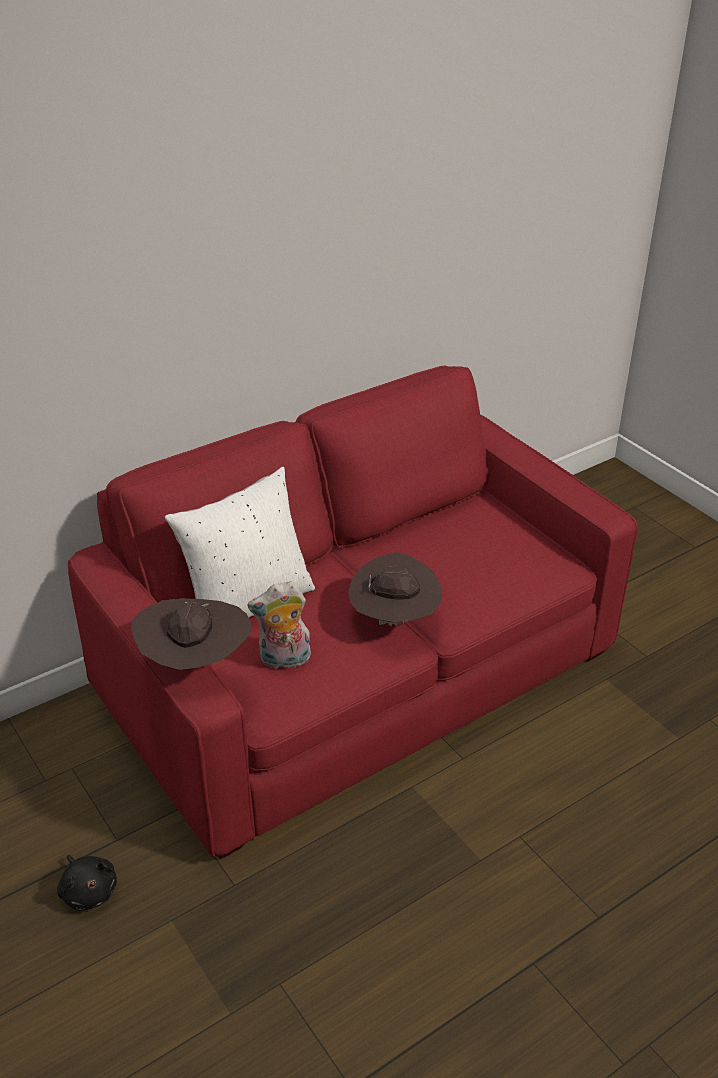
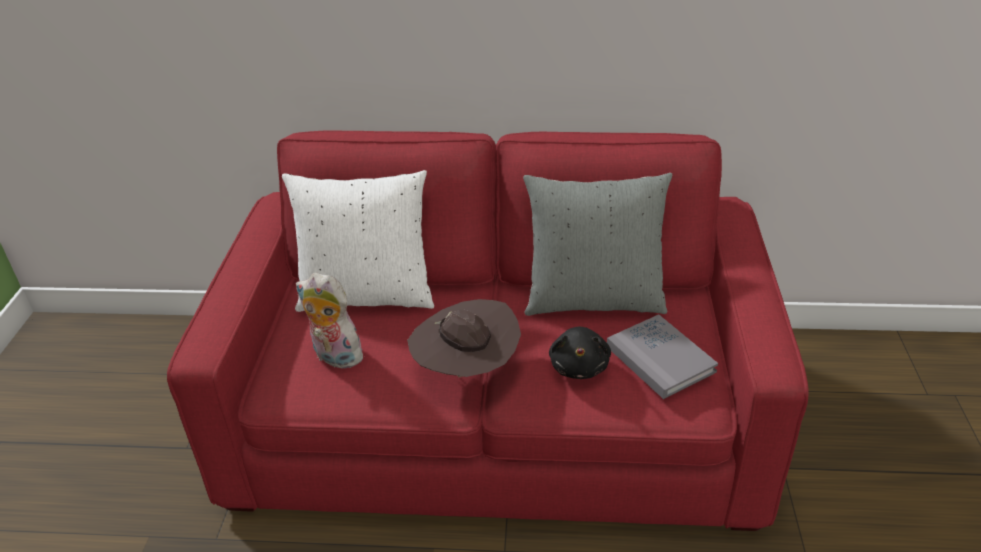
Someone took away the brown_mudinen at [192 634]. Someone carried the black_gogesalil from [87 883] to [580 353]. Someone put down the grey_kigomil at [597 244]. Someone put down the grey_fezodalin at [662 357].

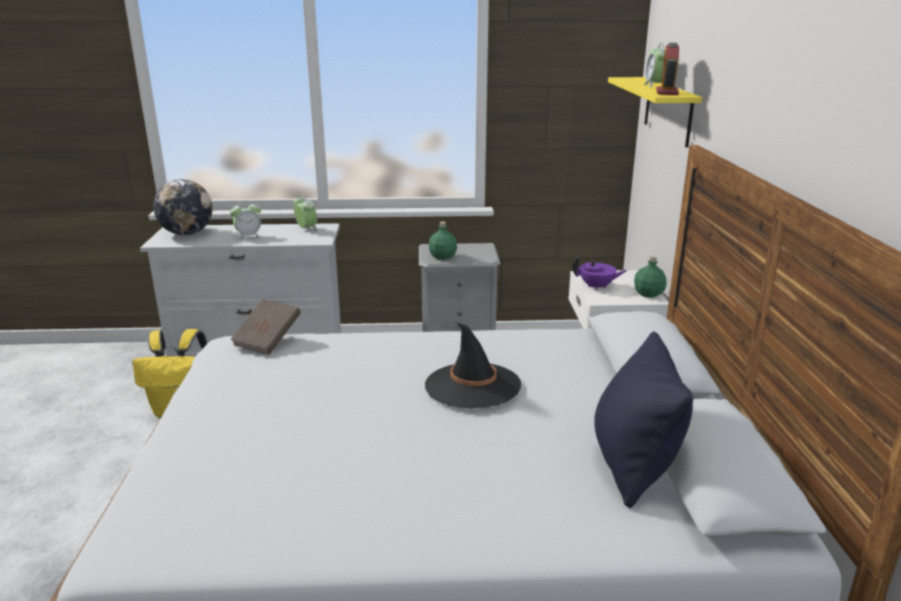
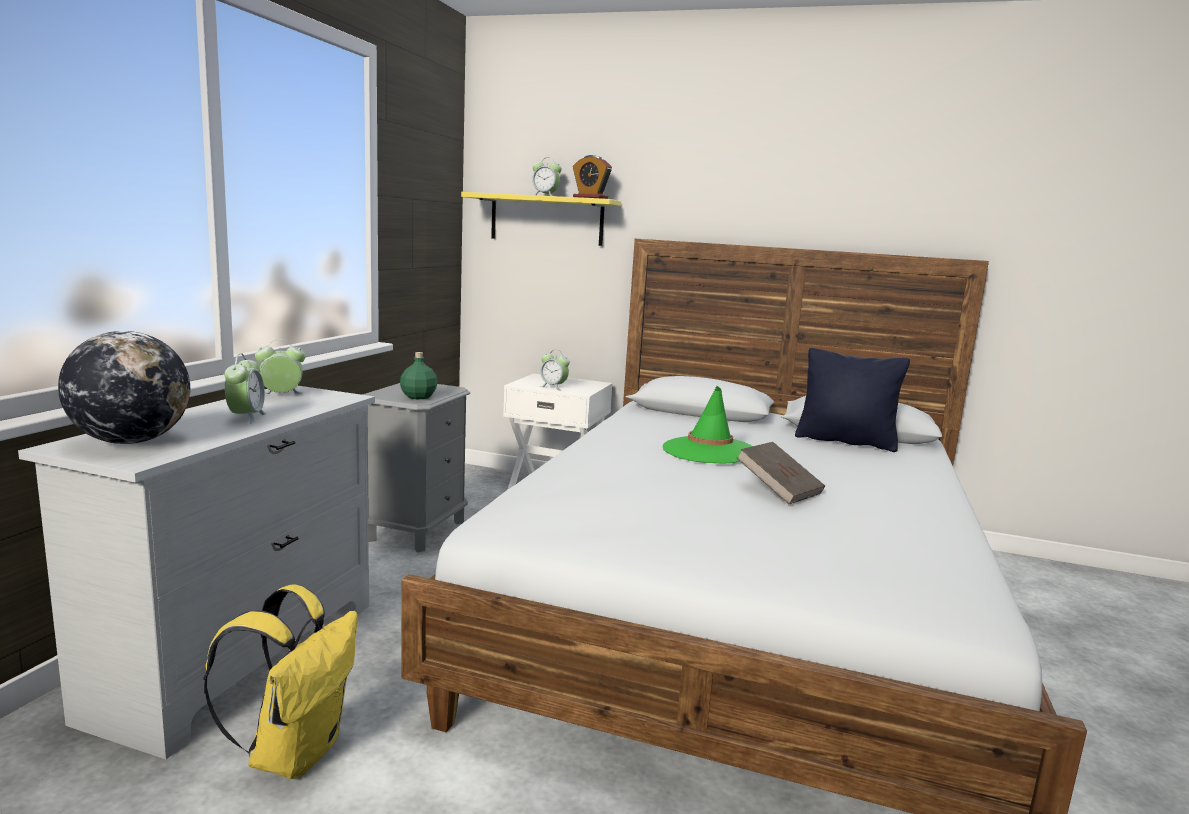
Someone swapped the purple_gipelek at [599 273] for the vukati at [554 370]. Someone took away the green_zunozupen at [650 277]. Someone carried the brown_fezodalin from [265 327] to [780 473]. Someone repainted the black_mudinen at [473 365], which became the green_mudinen at [707 425].

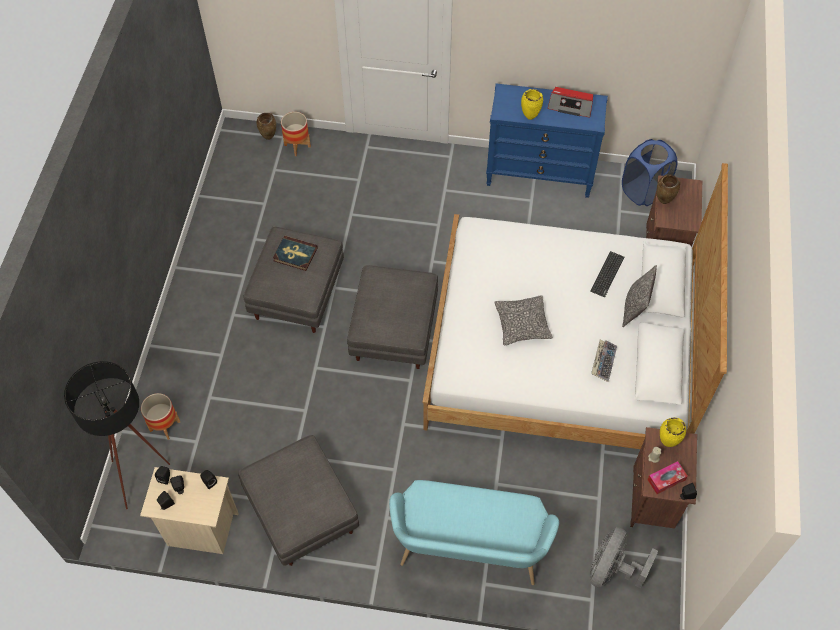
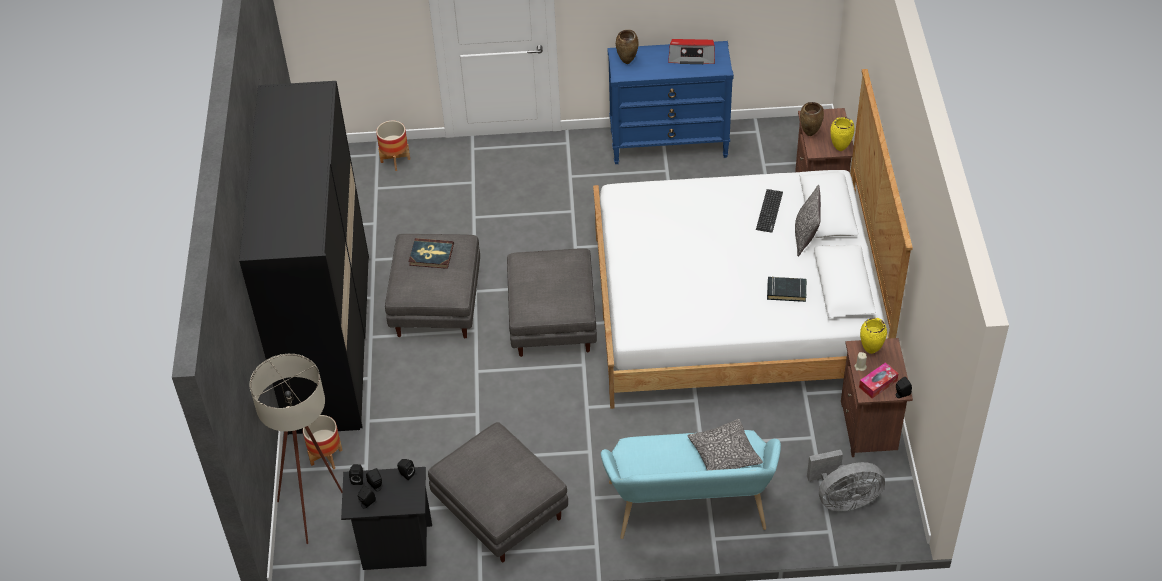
Someone carried the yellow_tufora from [532 104] to [842 134]. Someone carried the brown_tufora from [266 126] to [627 47]. Someone took away the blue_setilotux at [649 172]. Someone carried the kigomil from [523 320] to [725 444]. Someone swapped the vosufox at [604 361] for the black_fezodalin at [787 289]. Someone repainted the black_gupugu at [117 435], which became the beige_gupugu at [296 449]. Someone repainted the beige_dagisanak at [189 510], which became the black_dagisanak at [386 518]. Someone rotated the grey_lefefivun at [624 557] by 120 degrees counterclockwise. Someone put down the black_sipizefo at [304 258].

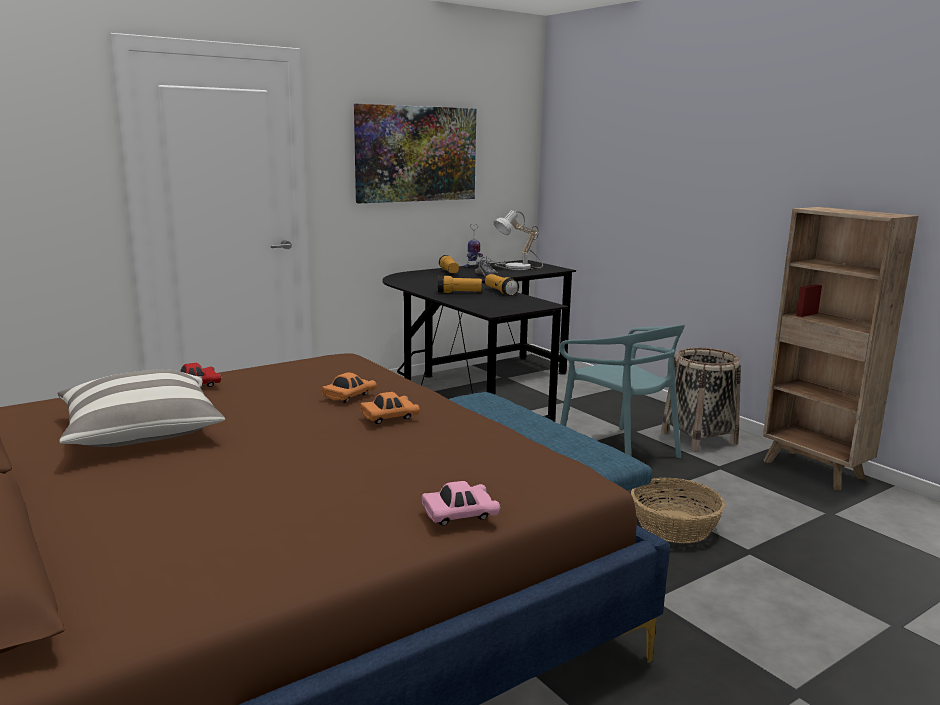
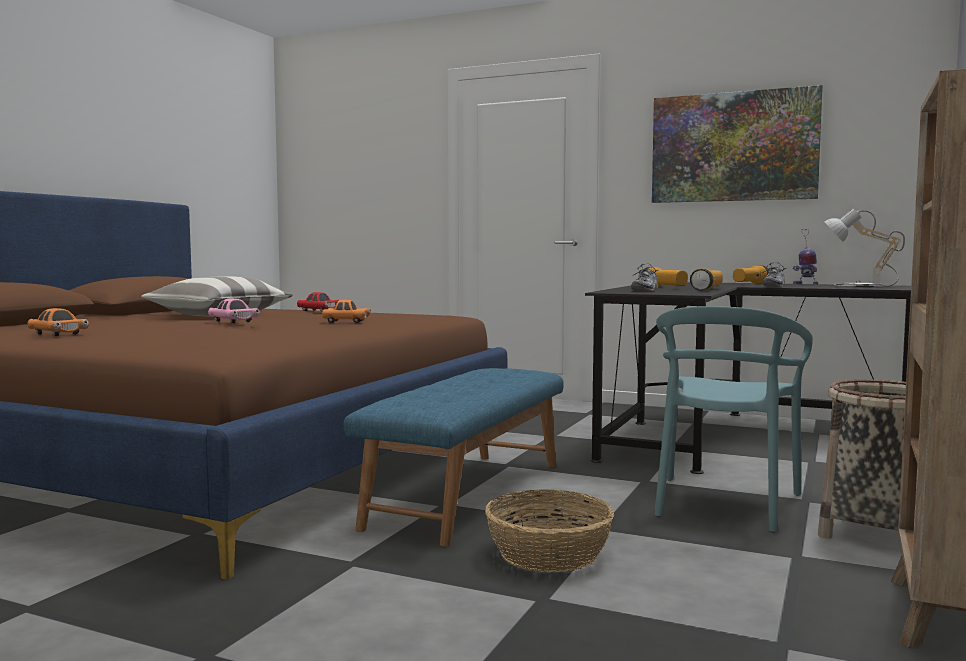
Someone carried the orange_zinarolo from [390 408] to [58 322]. Someone carried the pink_zinarolo from [461 503] to [234 310]. Someone put down the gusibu at [645 277].

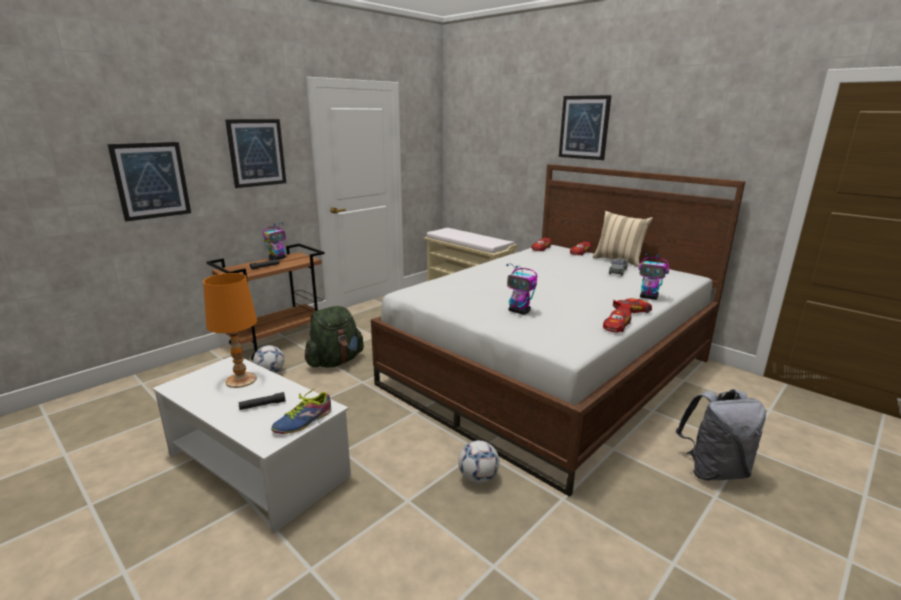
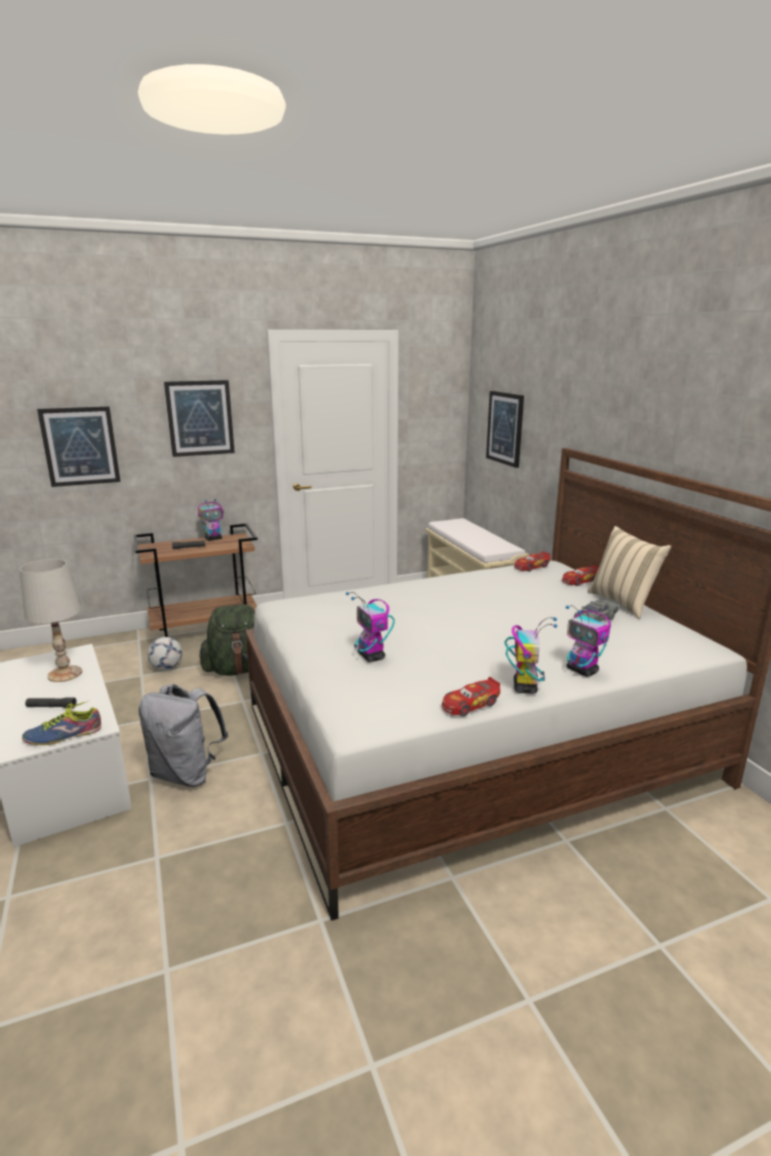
Someone carried the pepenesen from [585 127] to [505 429]. Someone repainted the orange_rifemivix at [230 330], which became the white_rifemivix at [51 620]. Someone swapped the zinarolo at [632 306] for the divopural at [531 655]. Someone carried the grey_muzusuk from [721 435] to [183 735]. Someone took away the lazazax at [478 461].

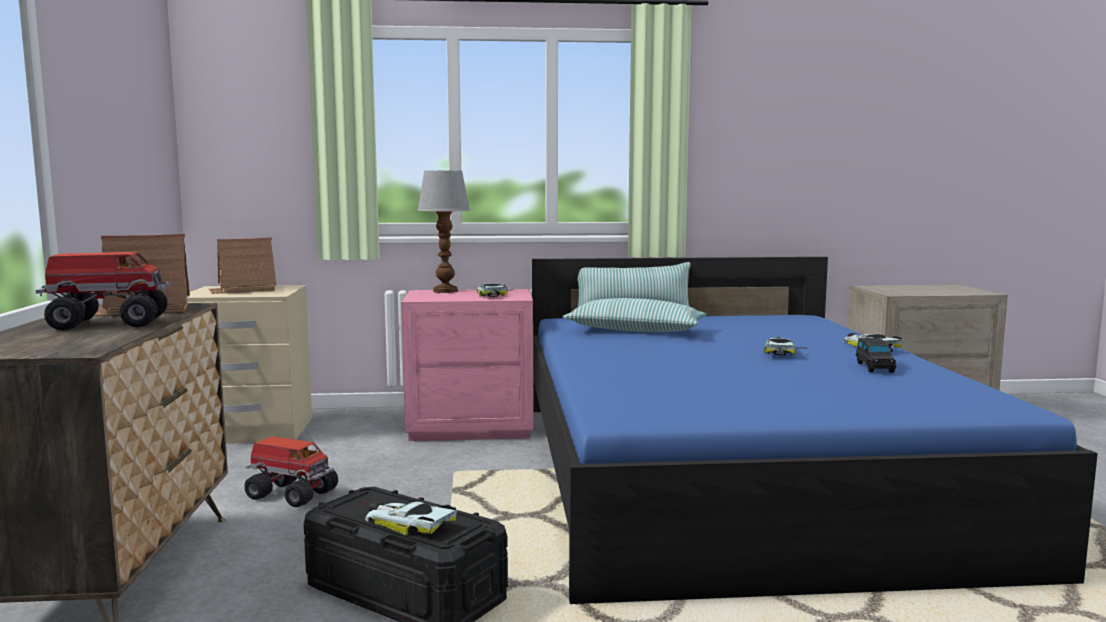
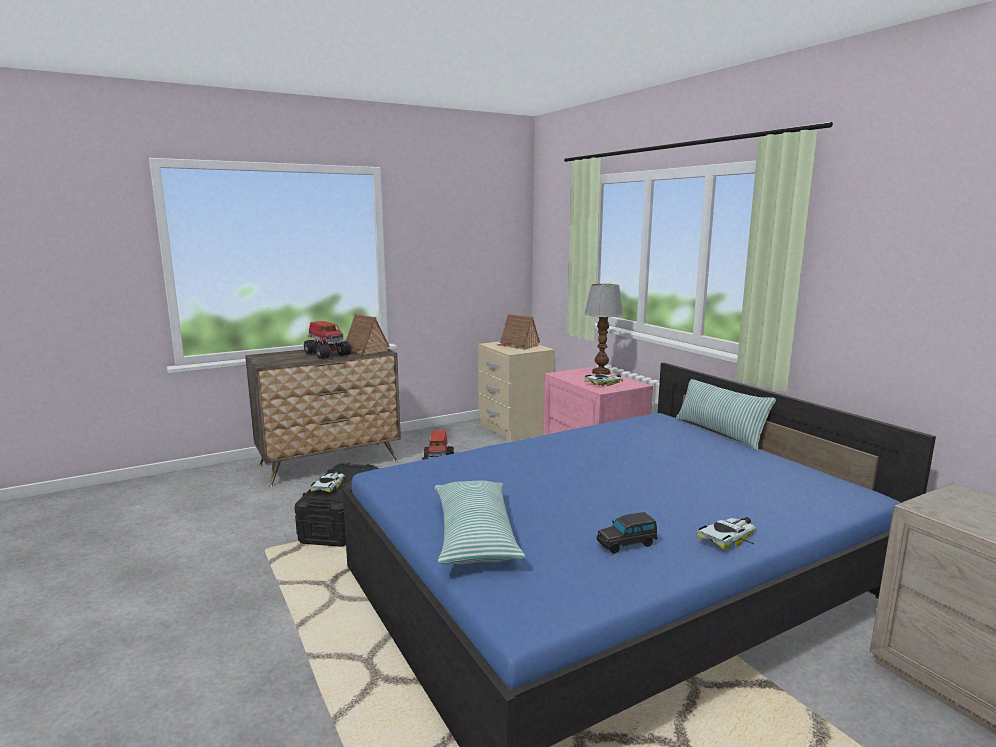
Someone carried the kigomil from [635 315] to [479 522]. Someone took away the zinarolo at [786 346].

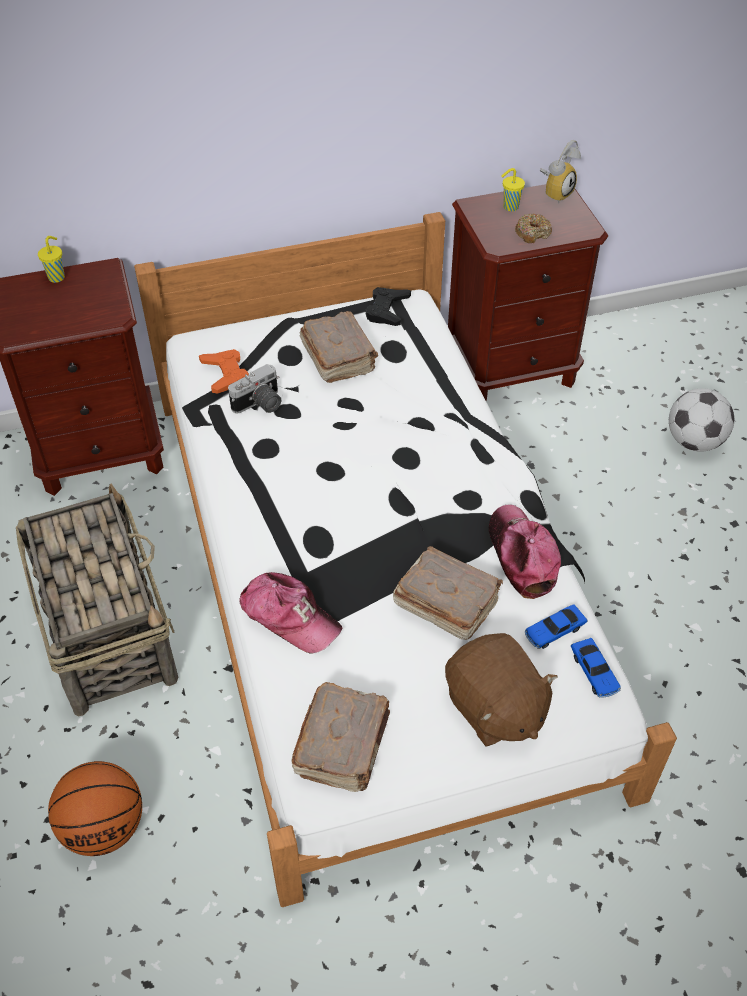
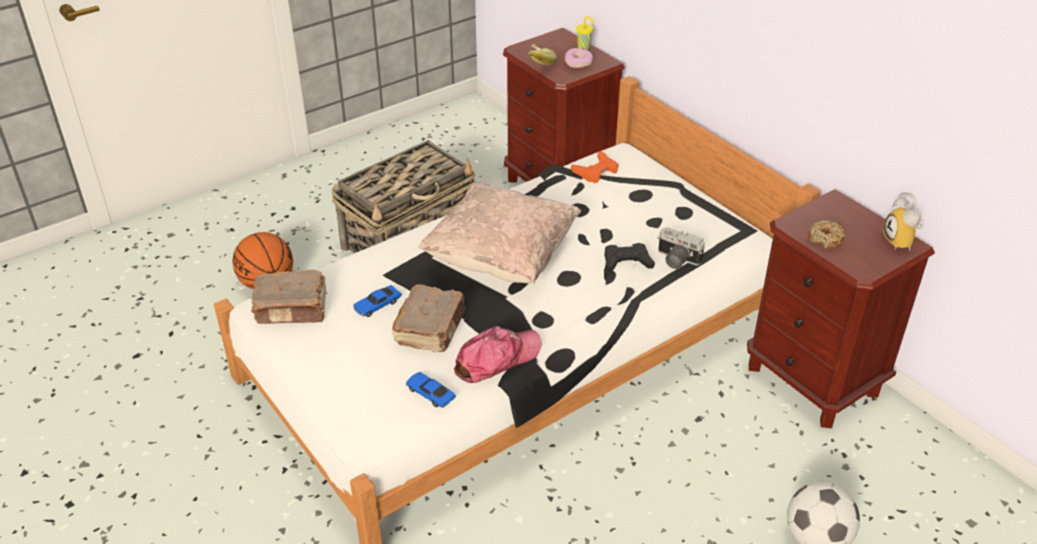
Someone rotated the vukati at [560 171] by 60 degrees clockwise. Someone took away the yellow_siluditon at [513 189]. Someone carried the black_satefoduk from [388 306] to [629 257]. Someone took away the brown_fezodalin at [338 347]. Someone carried the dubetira from [254 388] to [681 248]. Someone took away the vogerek at [290 613]. Someone took away the brown_gogesalil at [501 690]. Someone carried the zinarolo from [596 668] to [377 301]. Someone put down the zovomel at [542 54]. Someone put down the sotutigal at [578 58]. Someone put down the beige_kigomil at [499 233].

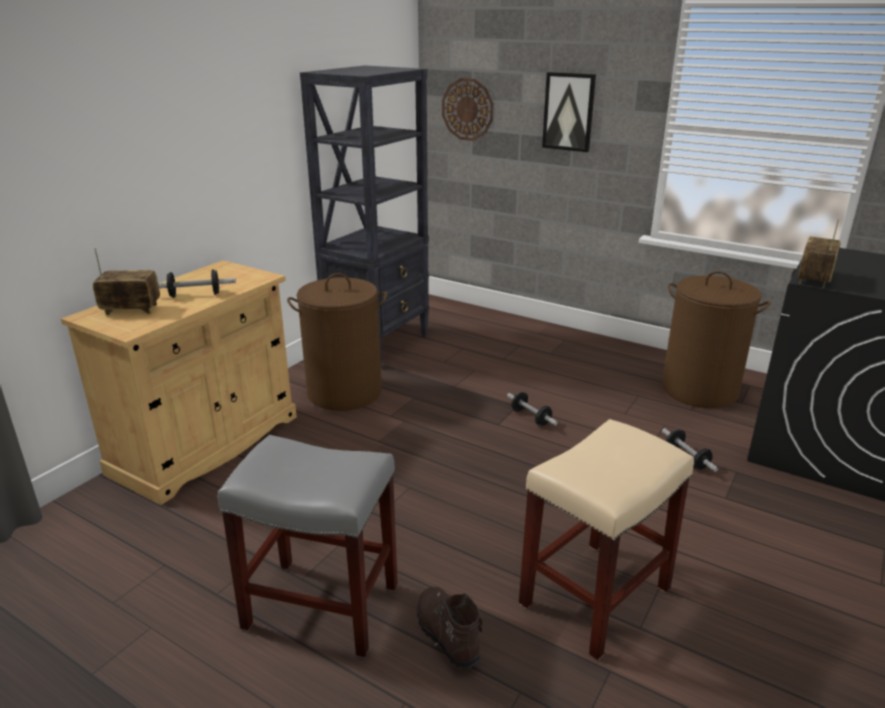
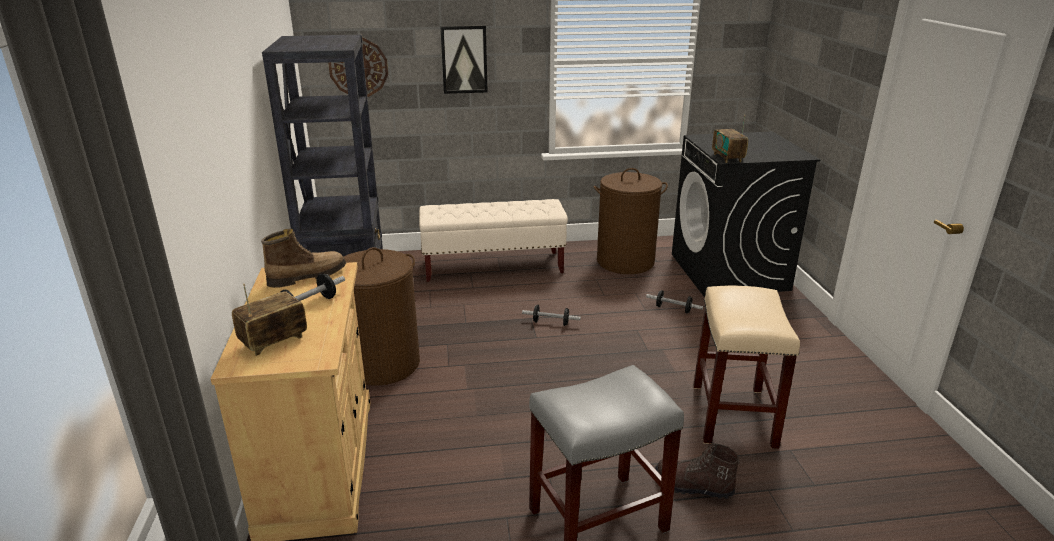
Someone put down the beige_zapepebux at [493 240]. Someone put down the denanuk at [303 258].

